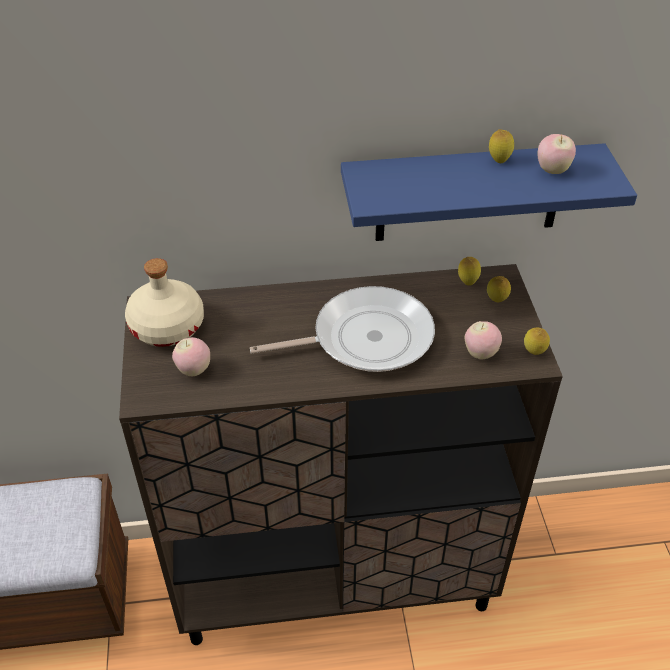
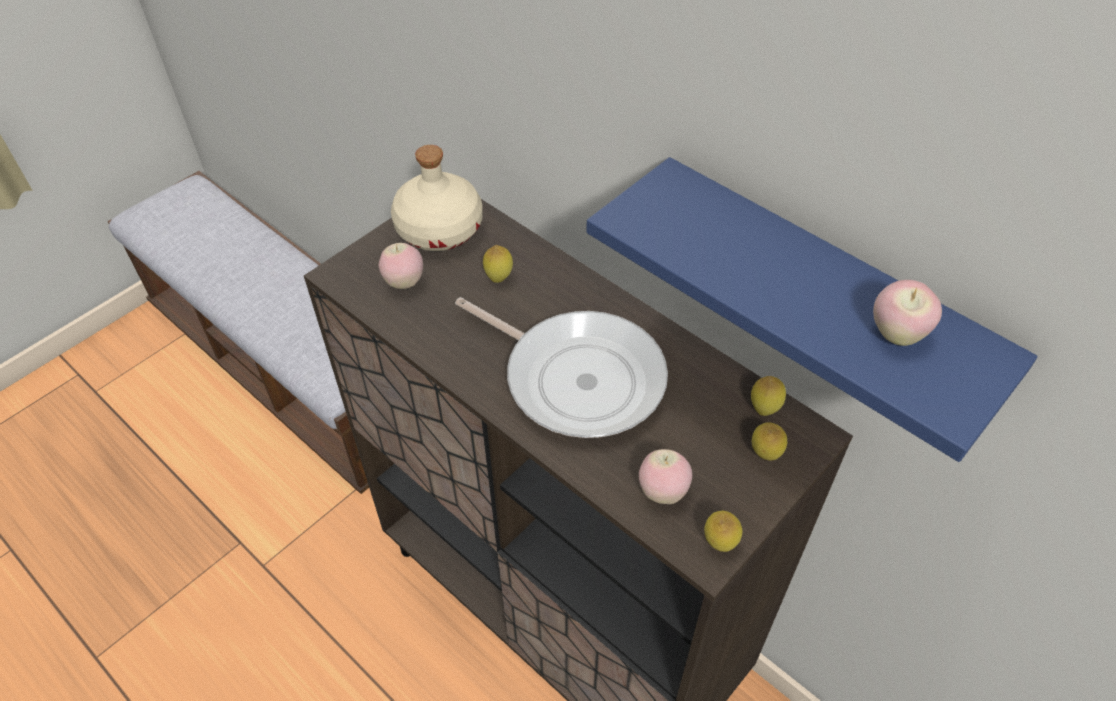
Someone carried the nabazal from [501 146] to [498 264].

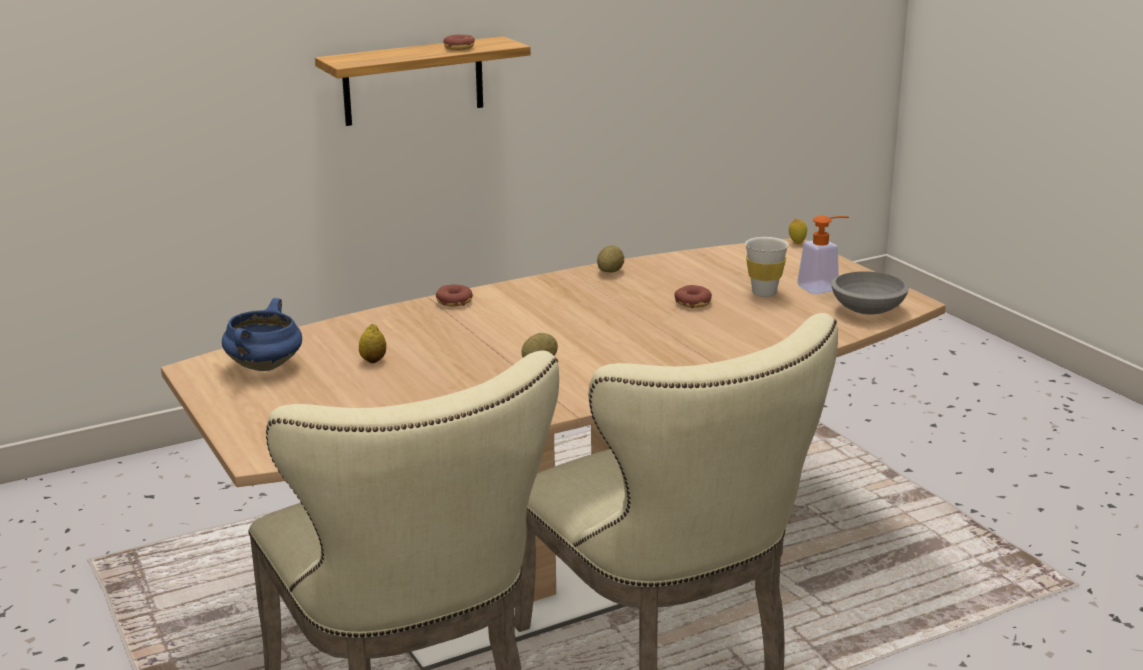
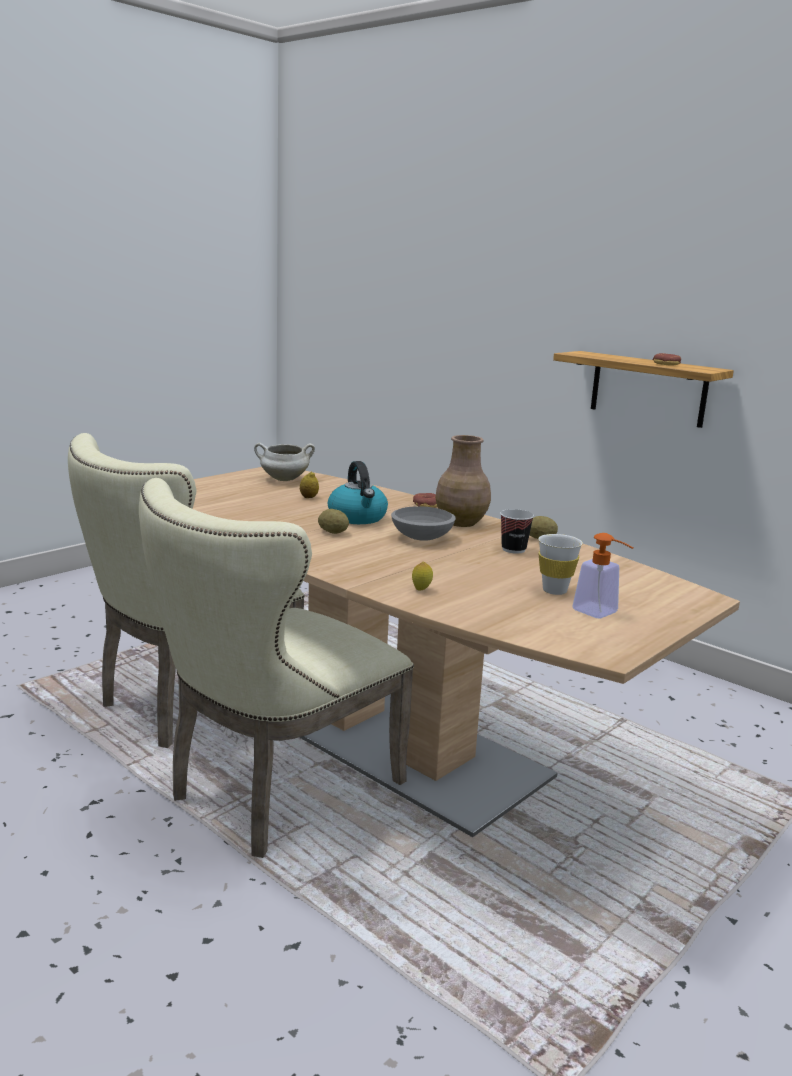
Someone carried the nabazal from [798 231] to [422 576]. Someone carried the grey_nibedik from [870 293] to [423 523]. Someone took away the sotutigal at [693 296]. Someone repainted the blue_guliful at [262 334], which became the white_guliful at [284 462]. Someone put down the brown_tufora at [463 481]. Someone put down the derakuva at [358 492]. Someone put down the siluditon at [517 531].

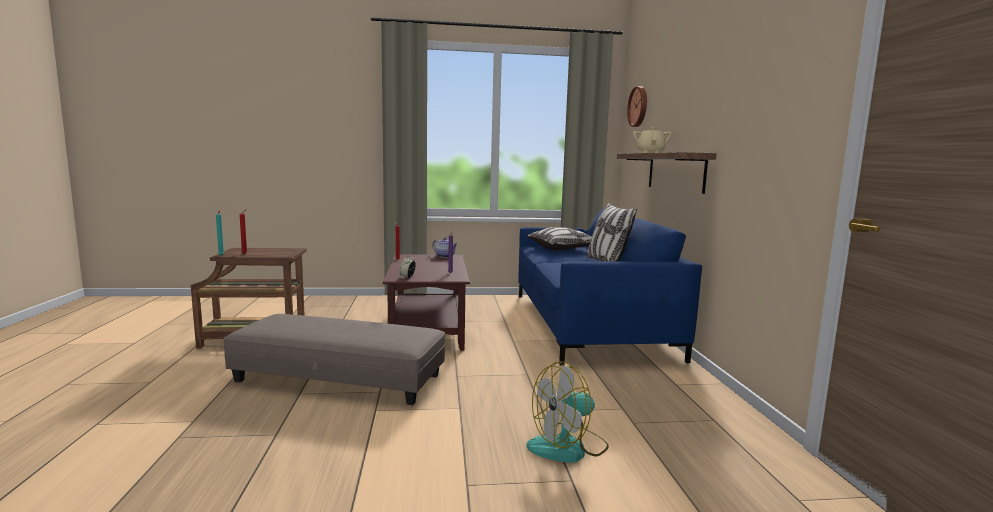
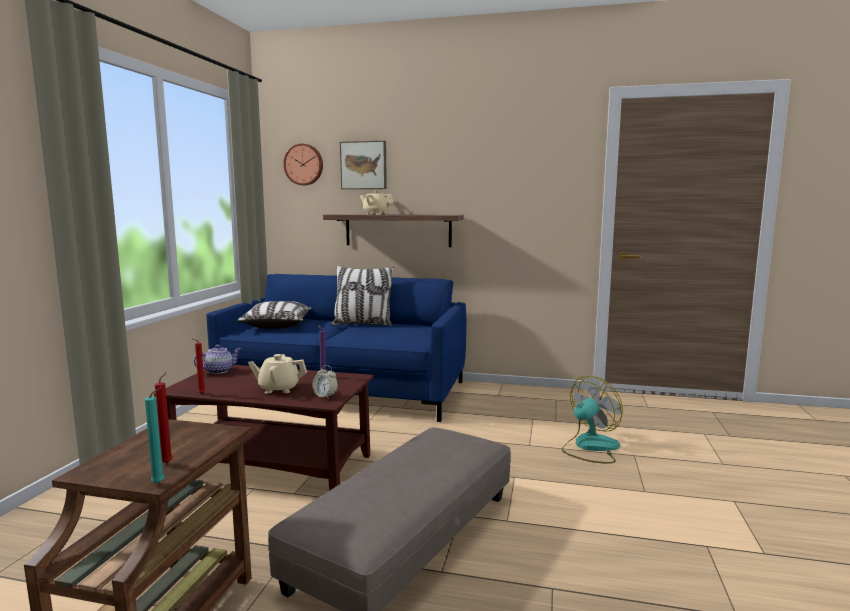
Someone rotated the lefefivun at [567 412] by 120 degrees counterclockwise. Someone put up the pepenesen at [363 165]. Someone put down the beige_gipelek at [277 374].

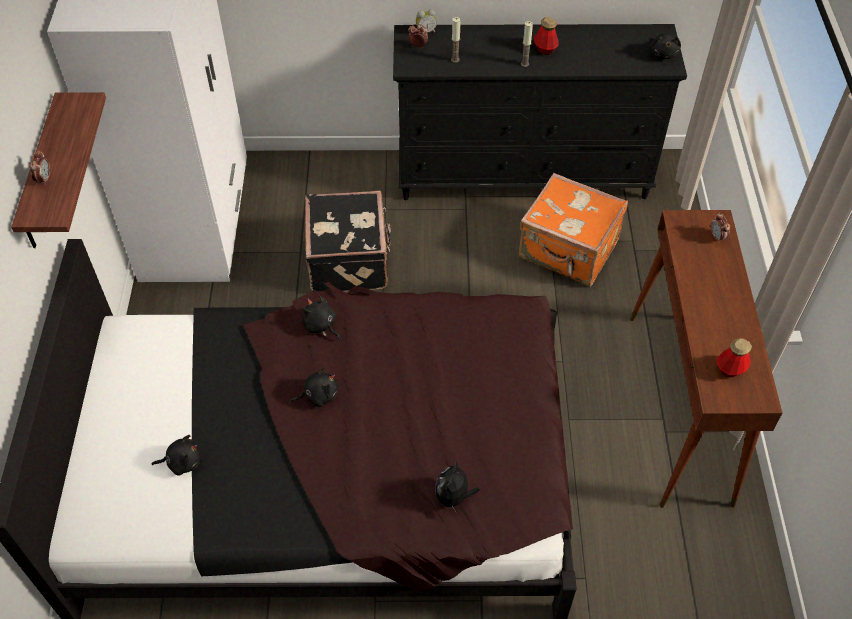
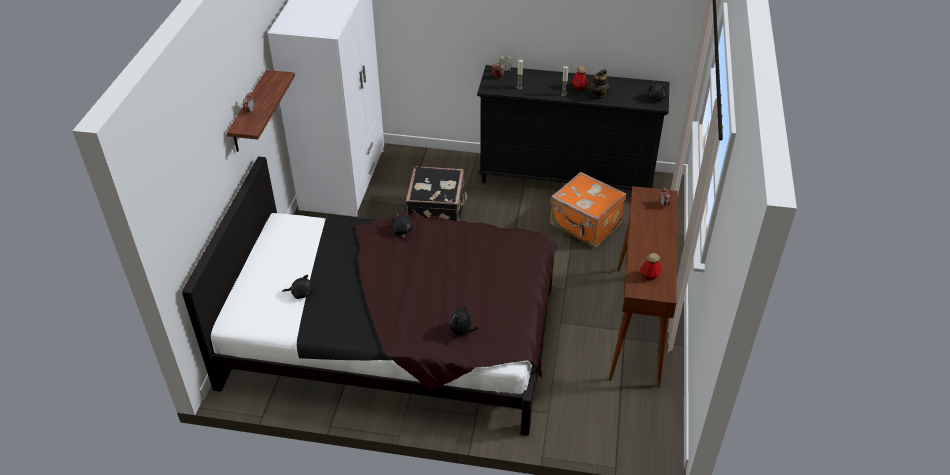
Someone took away the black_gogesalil at [314 387]. Someone put down the gipelek at [599 84].

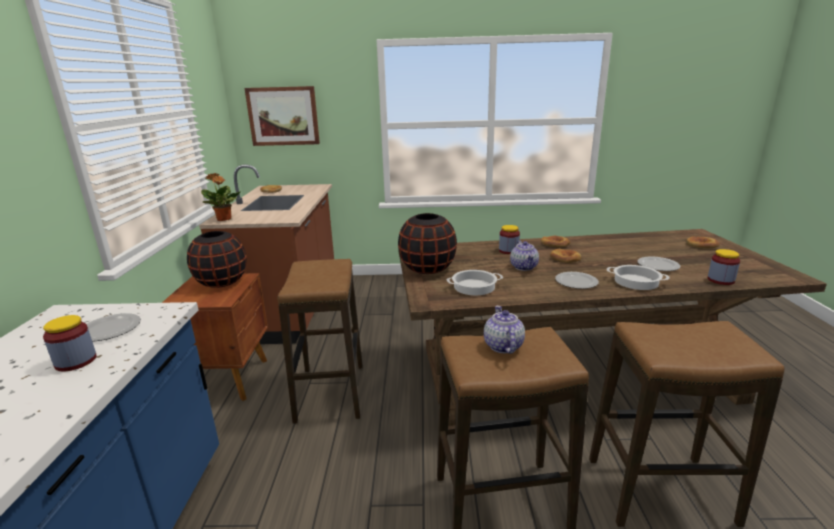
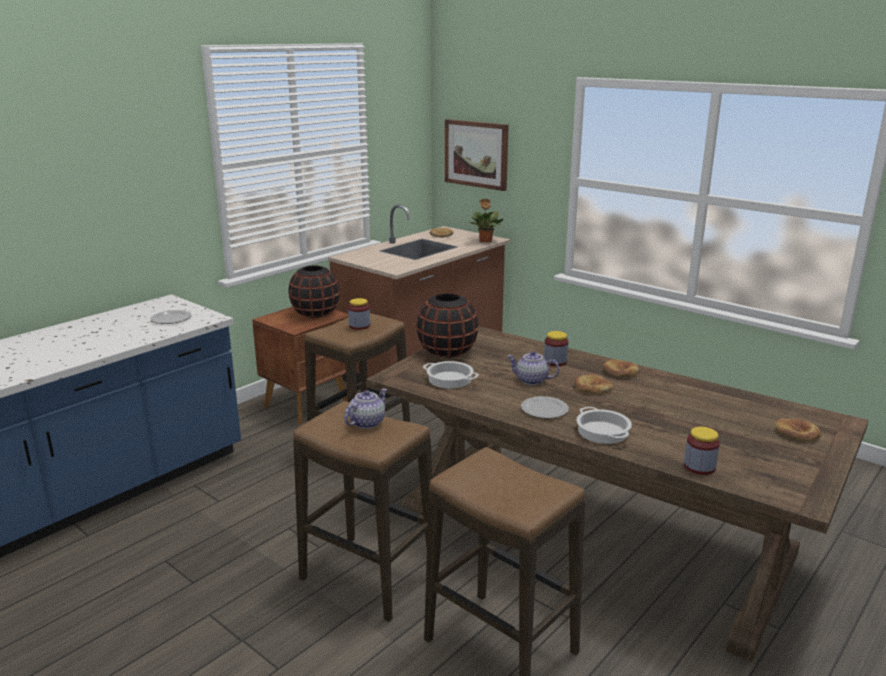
Someone carried the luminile from [221 197] to [486 220]. Someone rotated the gipelek at [524 256] by 75 degrees clockwise. Someone took away the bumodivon at [658 263]. Someone carried the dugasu from [69 343] to [359 314].

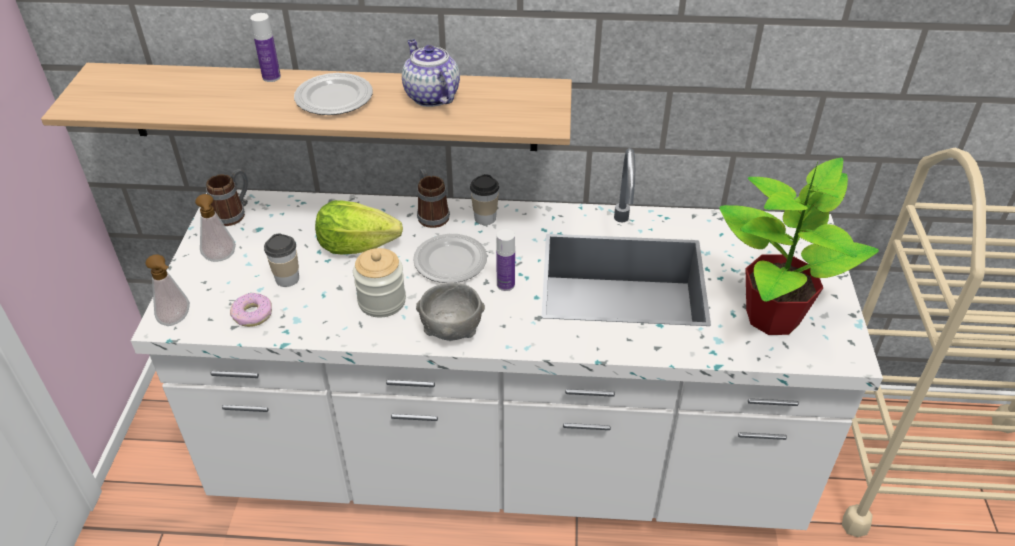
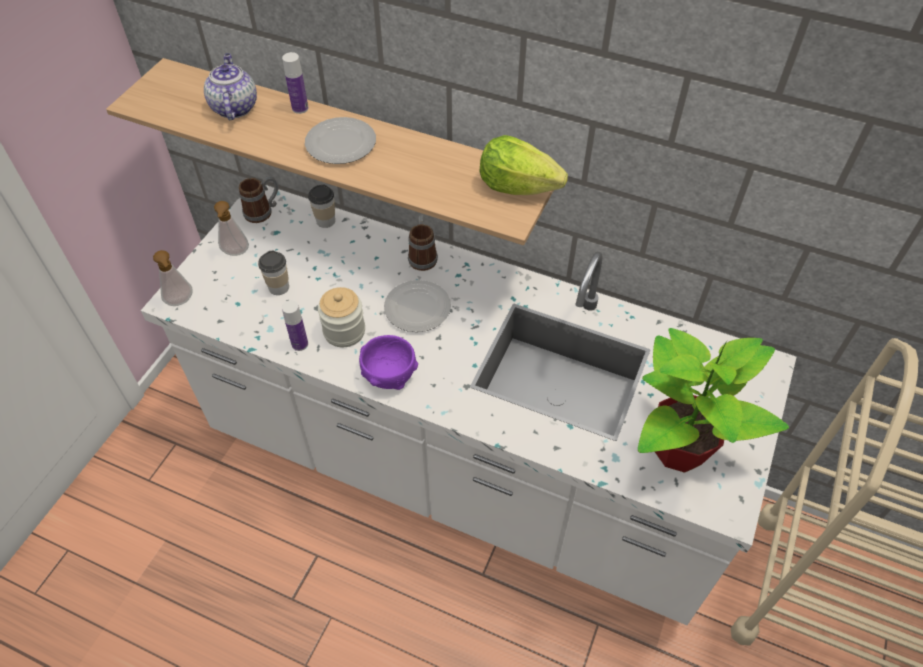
Someone carried the gipelek from [431 73] to [230 86]. Someone carried the siluditon from [484 199] to [321 206]. Someone carried the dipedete from [359 227] to [524 165]. Someone carried the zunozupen from [505 260] to [295 325]. Someone repainted the grey_nibedik at [450 311], which became the purple_nibedik at [388 362]. Someone took away the sotutigal at [251 310].

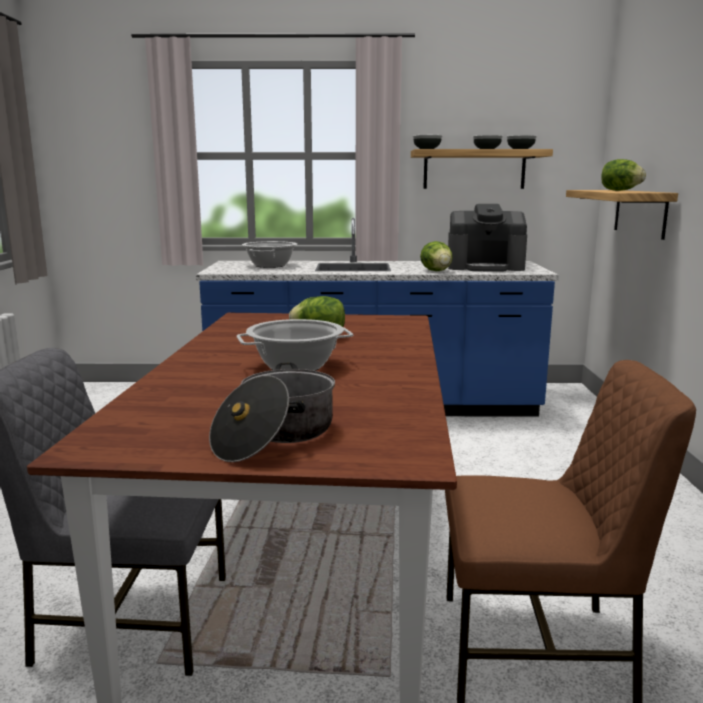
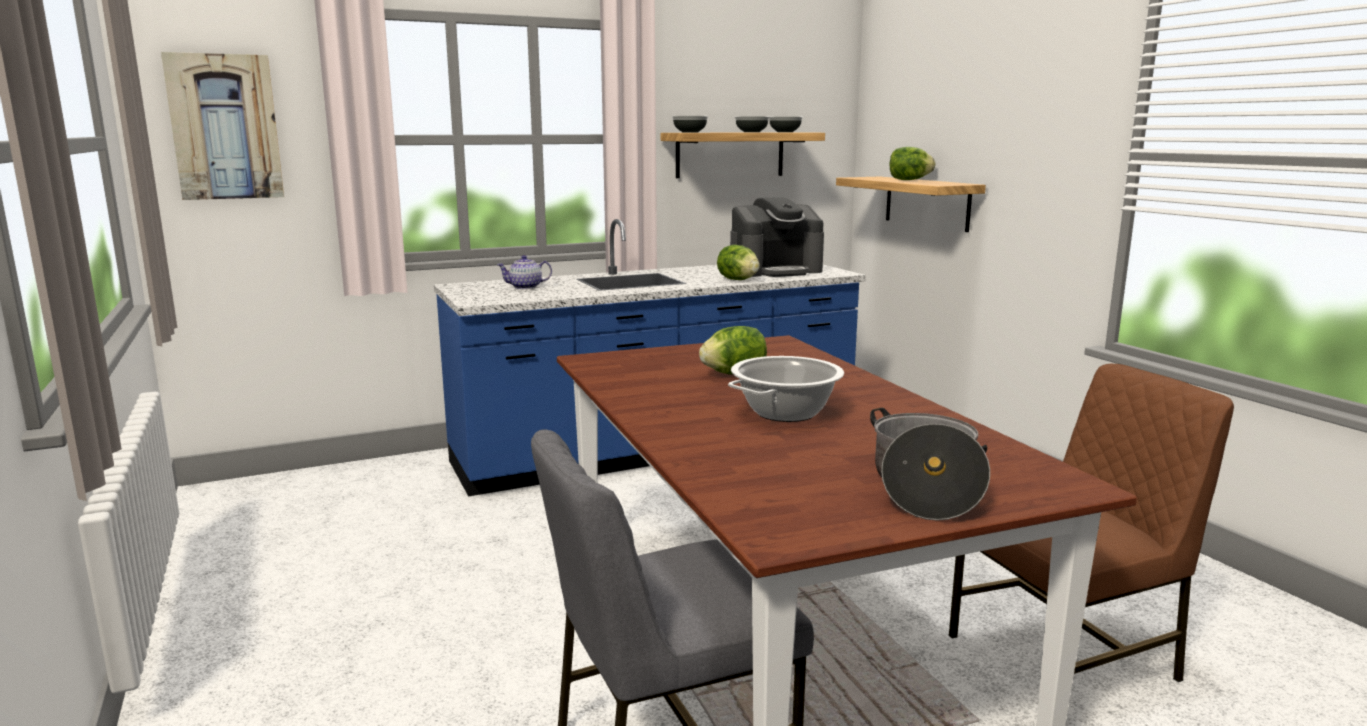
Someone swapped the guliful at [269 254] for the gipelek at [524 272]. Someone put up the pepenesen at [222 126].

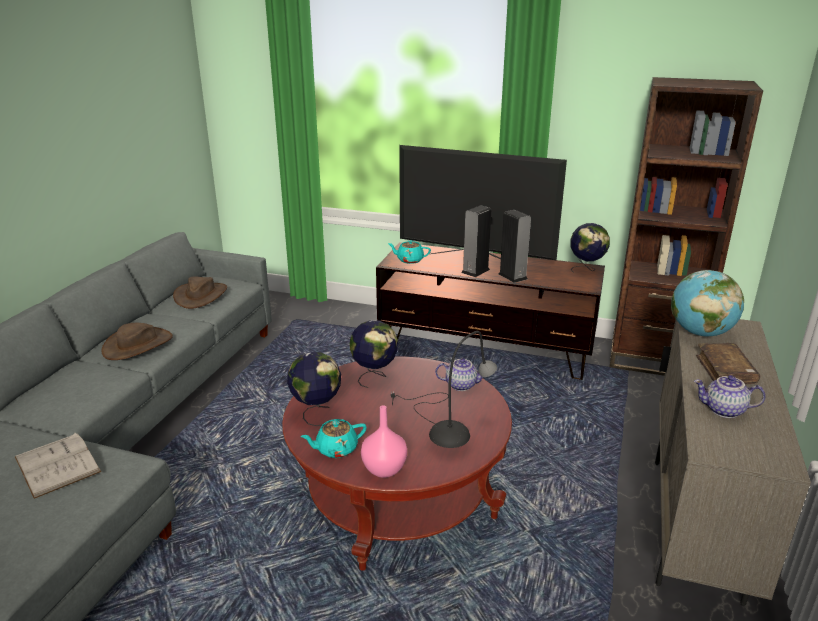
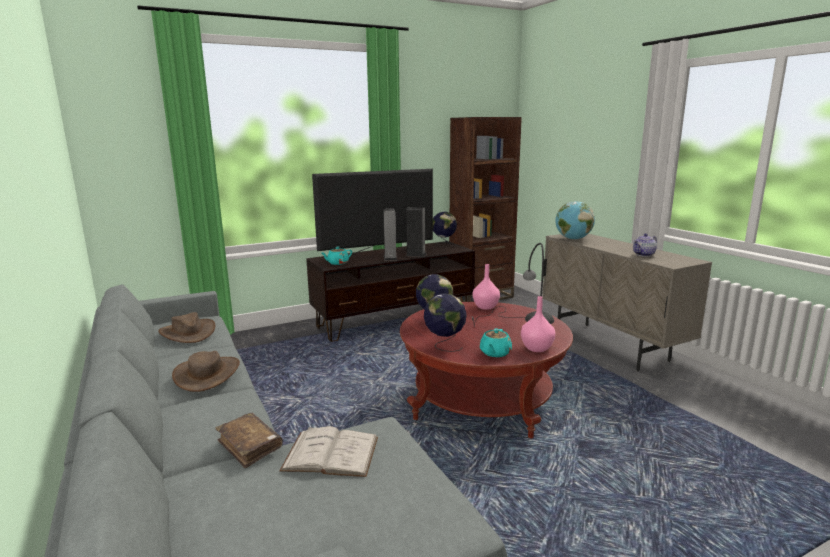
Someone carried the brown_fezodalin from [728 363] to [249 440]. Someone swapped the gipelek at [459 374] for the pink_tufora at [486 287].

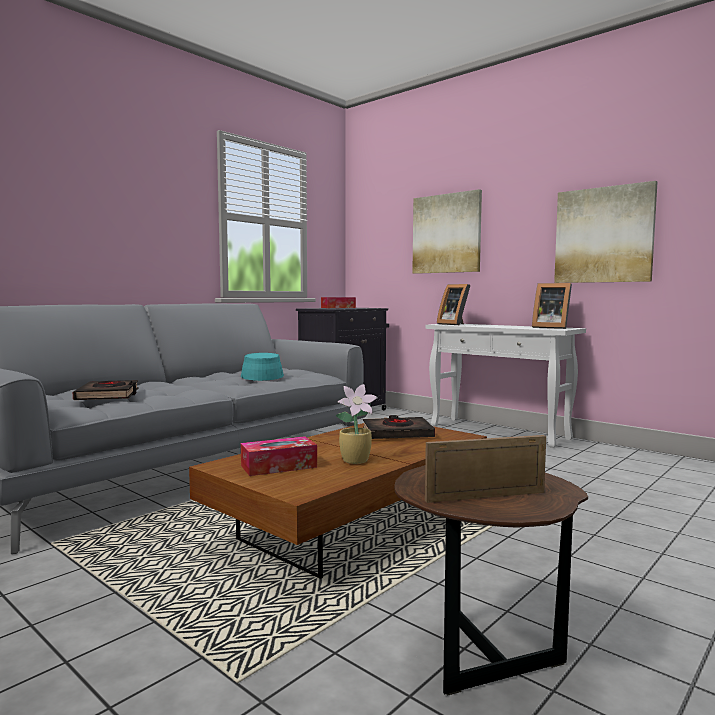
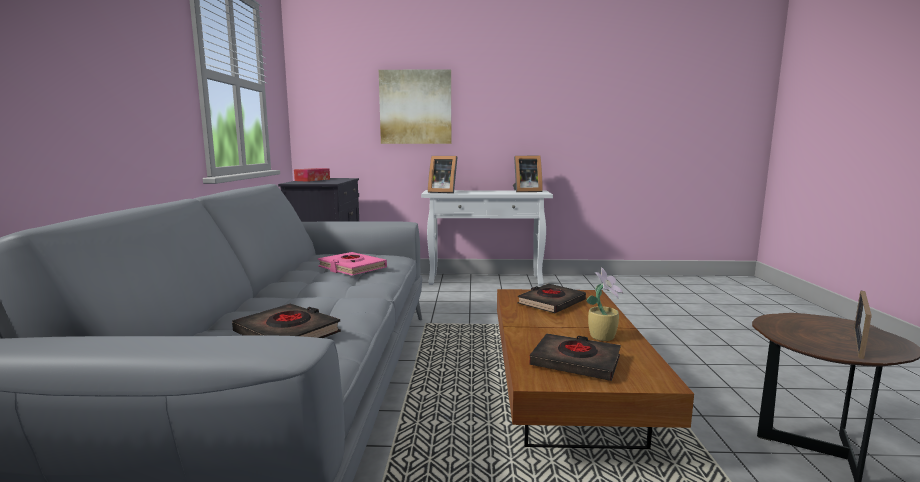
Someone took away the pepenesen at [605 232]. Someone swapped the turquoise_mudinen at [262 367] for the pink_fezodalin at [352 264]. Someone swapped the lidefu at [279 456] for the black_fezodalin at [575 357].

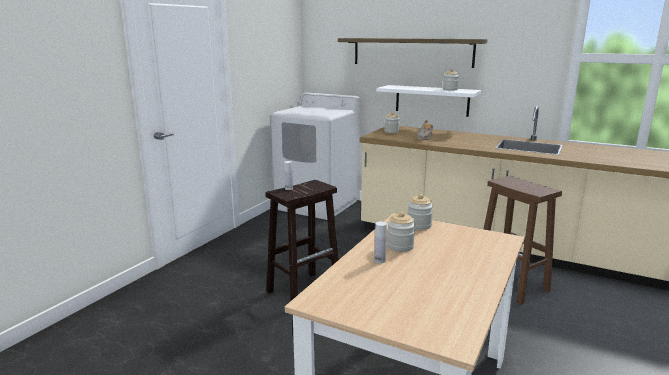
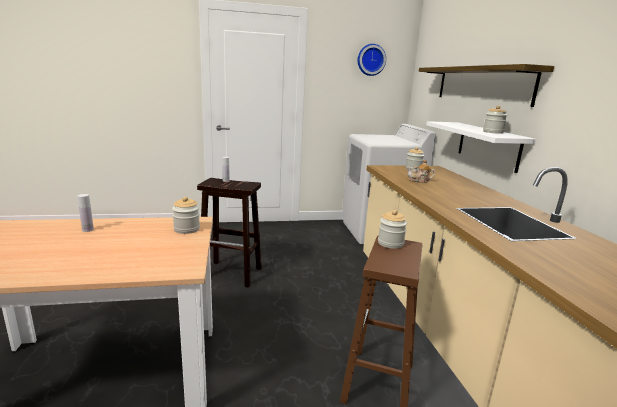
Someone carried the dugasu from [401 232] to [392 229]. Someone put up the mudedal at [372 60].

